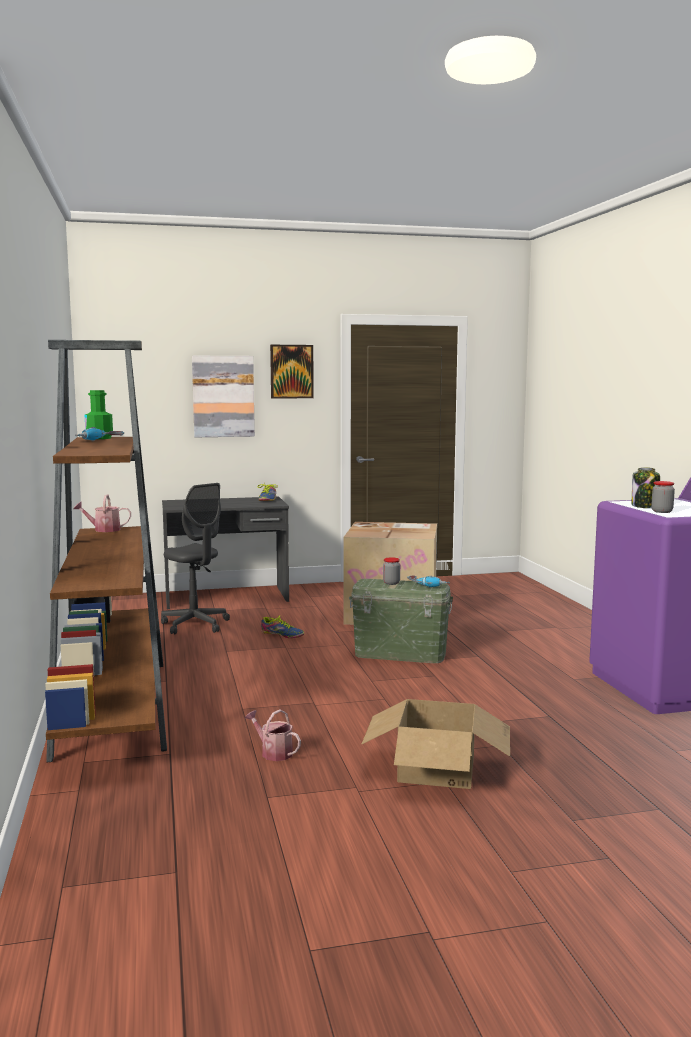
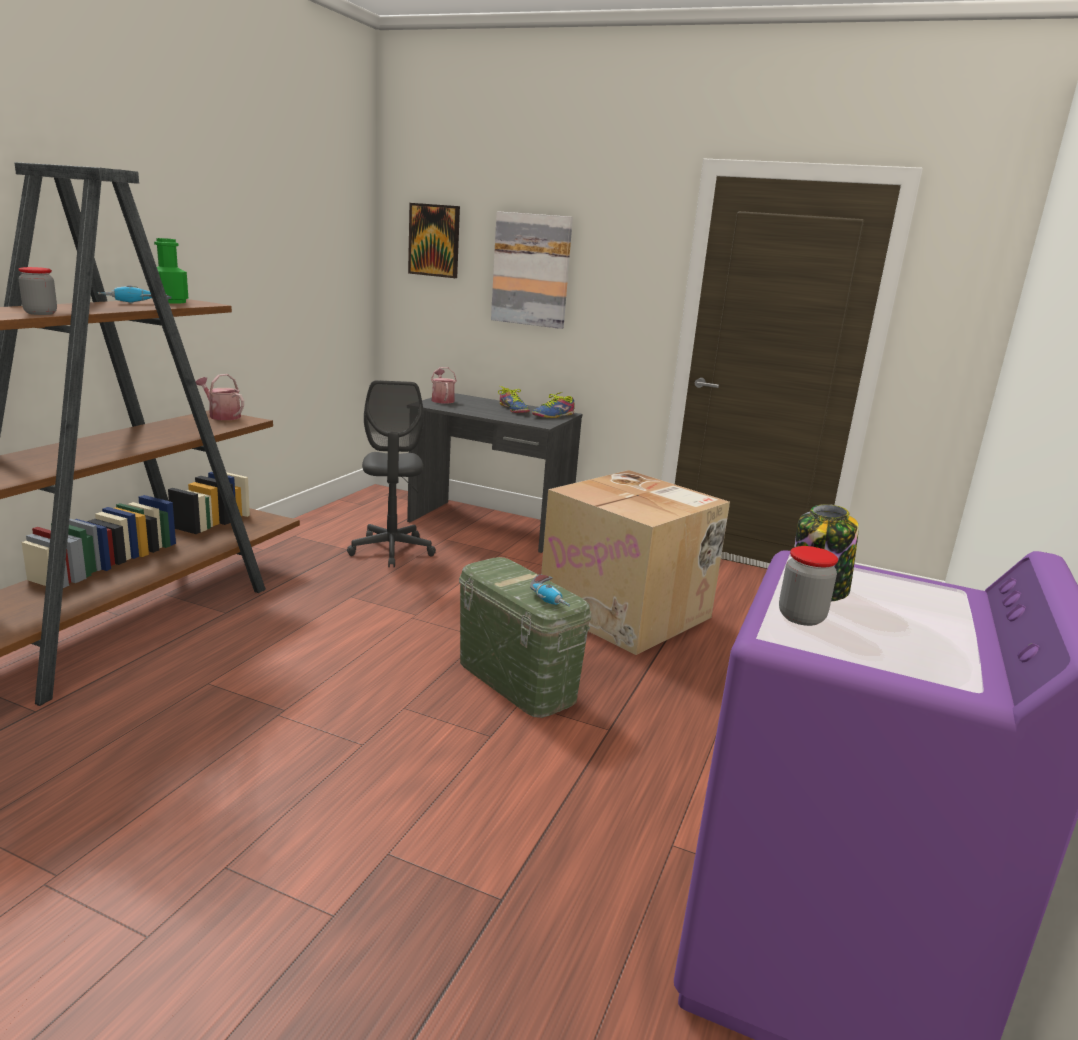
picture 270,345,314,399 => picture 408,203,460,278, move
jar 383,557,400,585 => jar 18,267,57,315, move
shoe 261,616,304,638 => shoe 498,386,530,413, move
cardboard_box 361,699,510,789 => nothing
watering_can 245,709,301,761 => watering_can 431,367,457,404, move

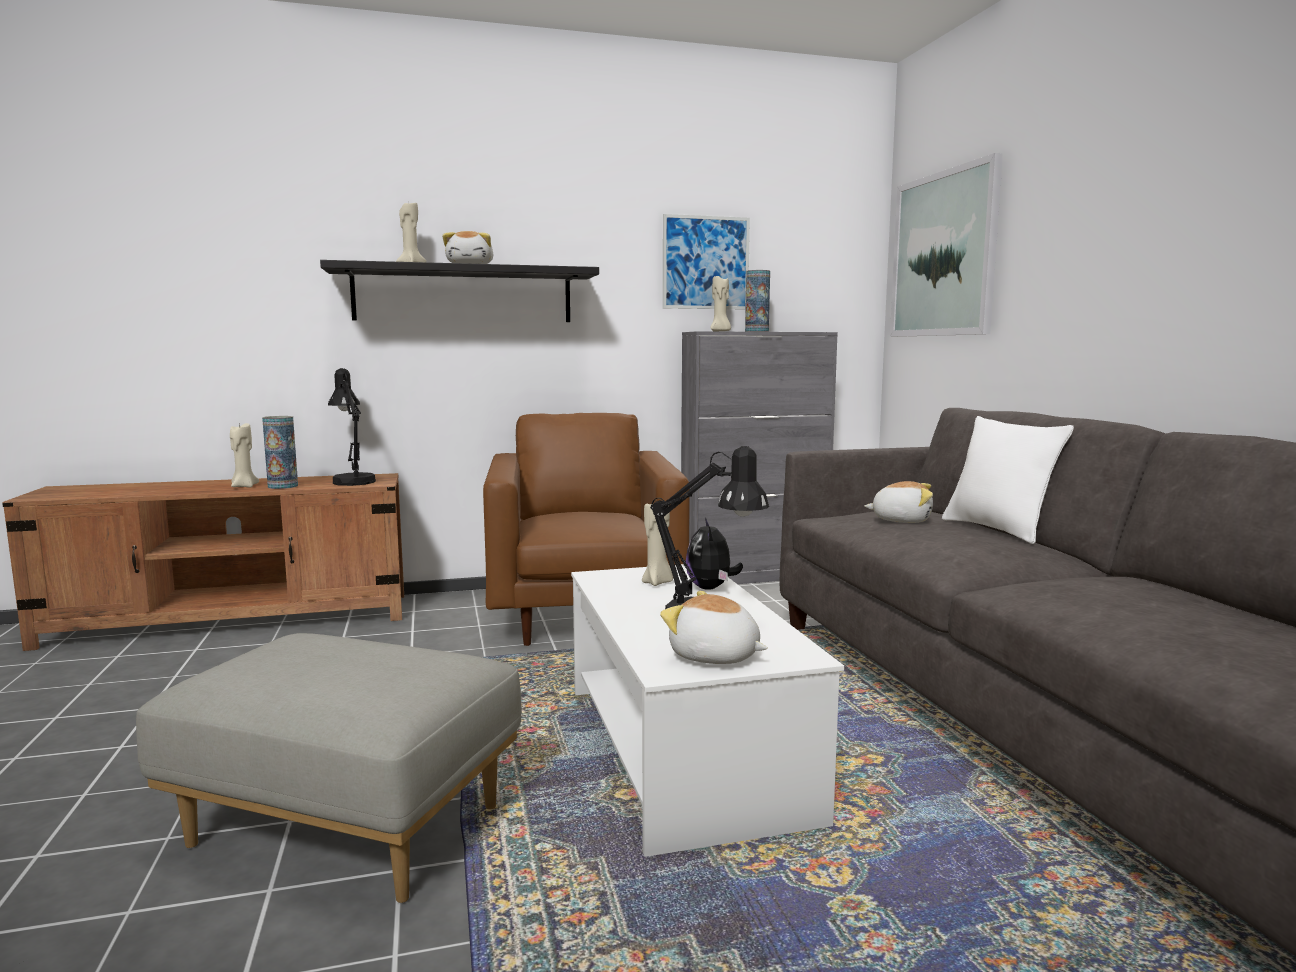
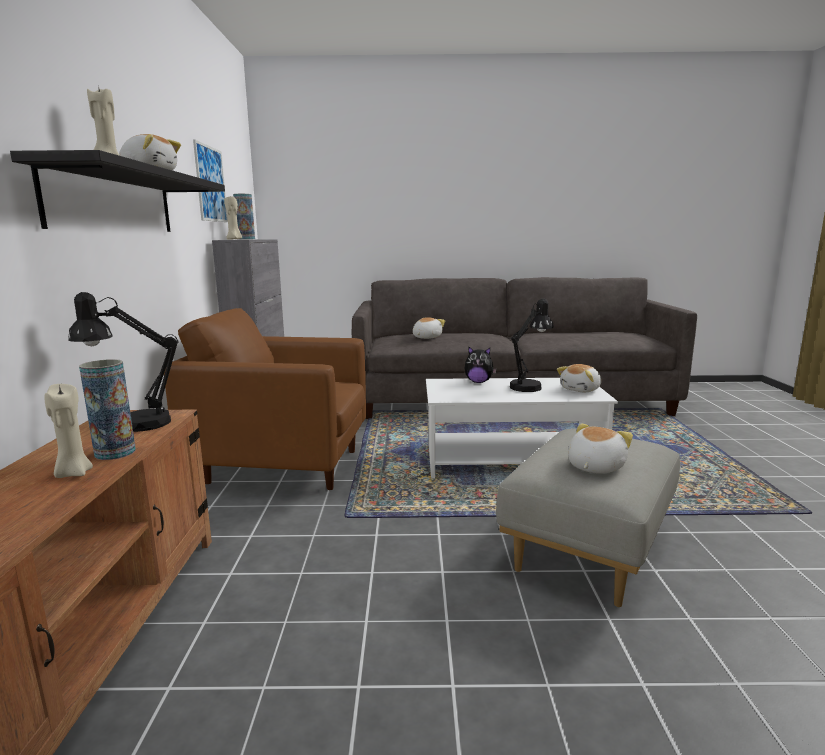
picture 890,153,1003,337 => nothing
white_pillow 942,416,1074,544 => nothing
beige_candle 642,504,673,586 => nothing
nothing => plush_toy 568,424,633,474

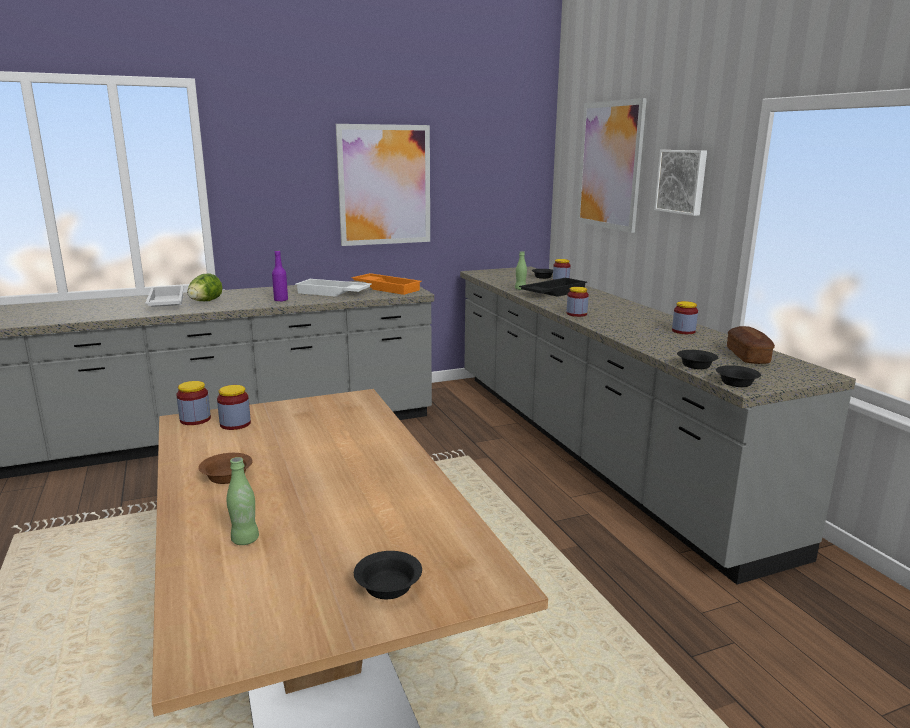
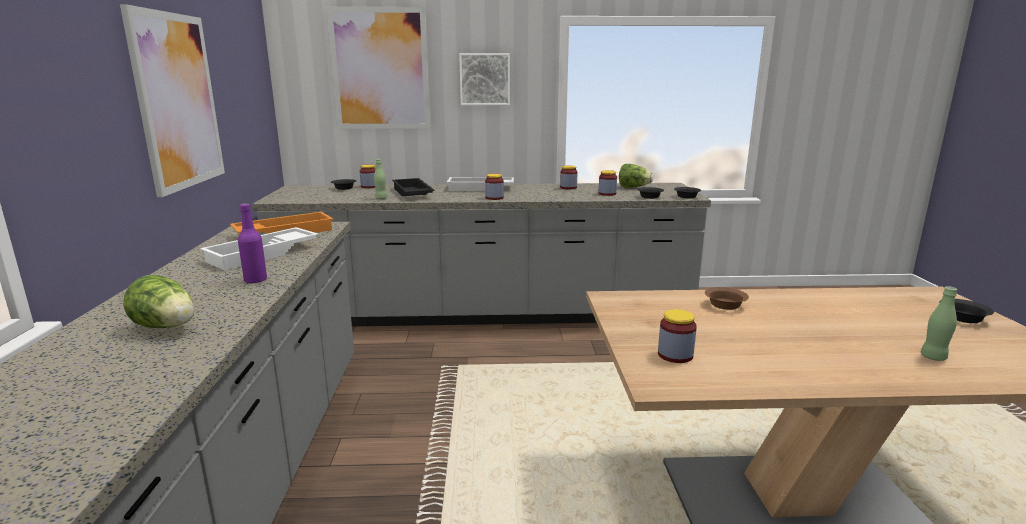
white_tray 145,285,184,307 => white_tray 447,177,514,191, move
bread 727,326,775,364 => lettuce 619,164,653,188
jar 176,381,211,425 => jar 598,170,617,196, move
brown_bowl 198,453,253,484 => brown_bowl 705,287,749,310, move

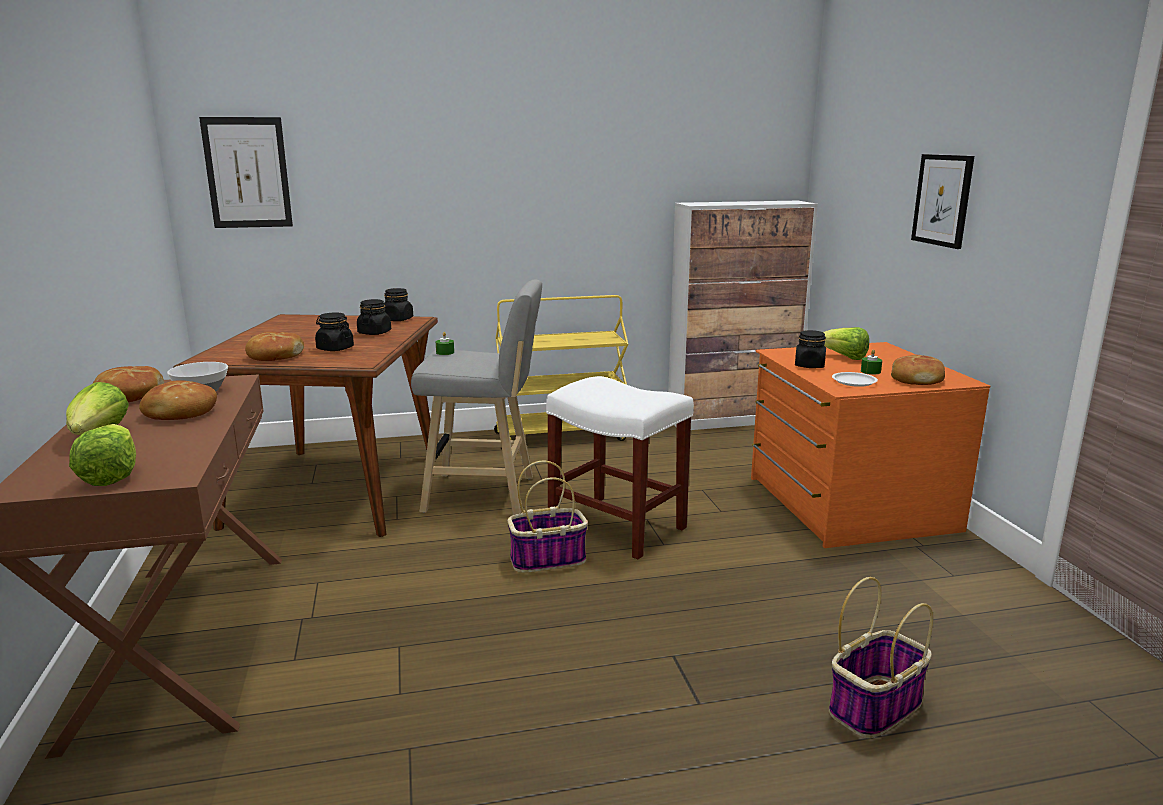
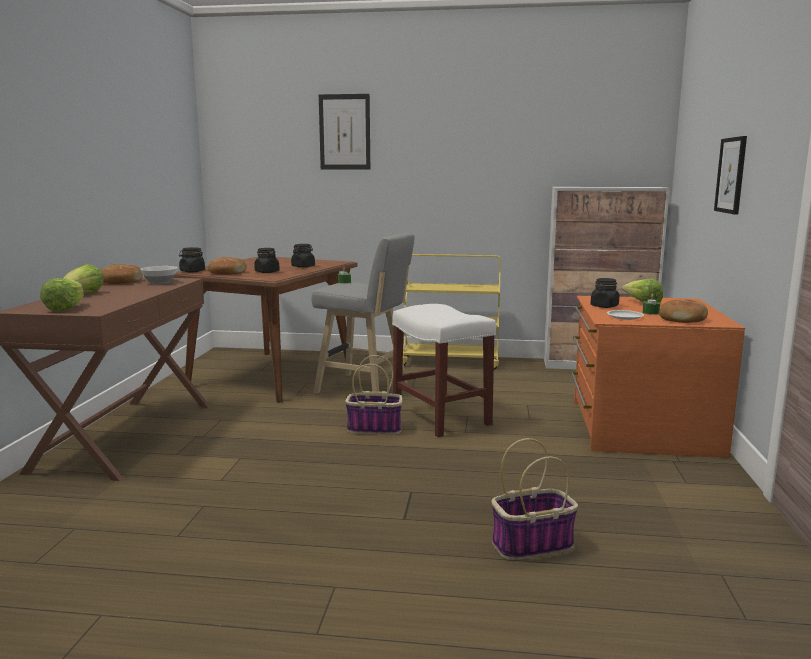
picture 199,117,293,228 => picture 319,94,370,169, move
black_jar 384,288,413,321 => black_jar 179,247,205,272, move
bread 139,381,217,420 => nothing

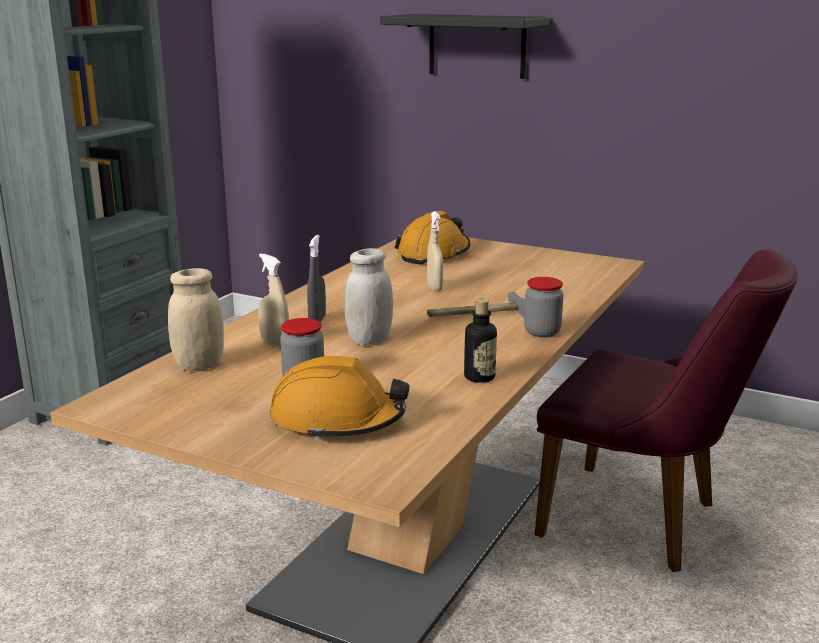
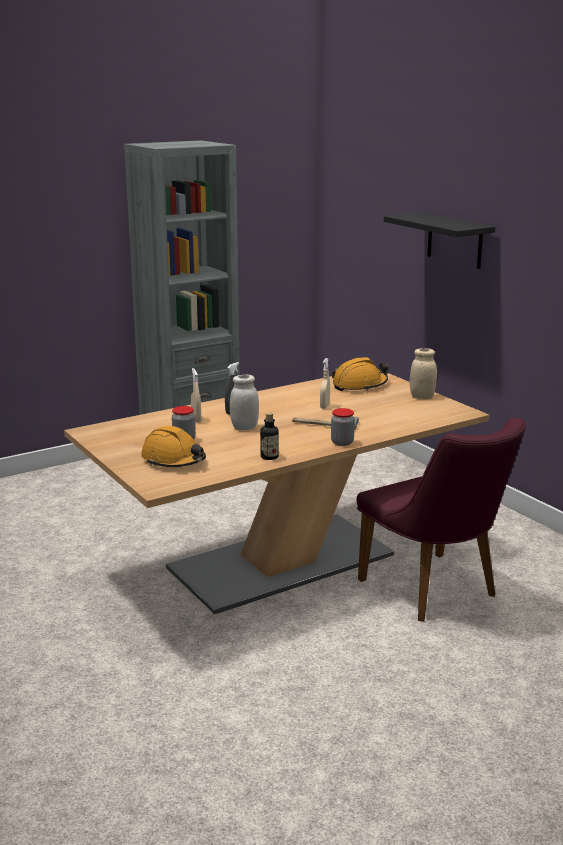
beige_jar 168,268,224,371 => beige_jar 410,348,437,399, move

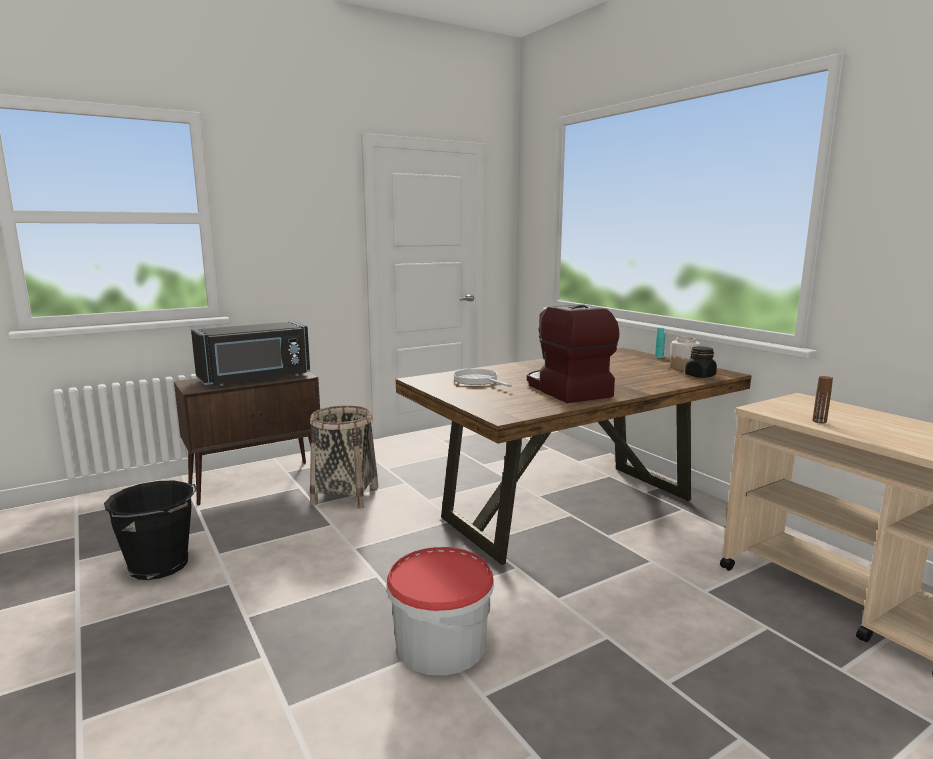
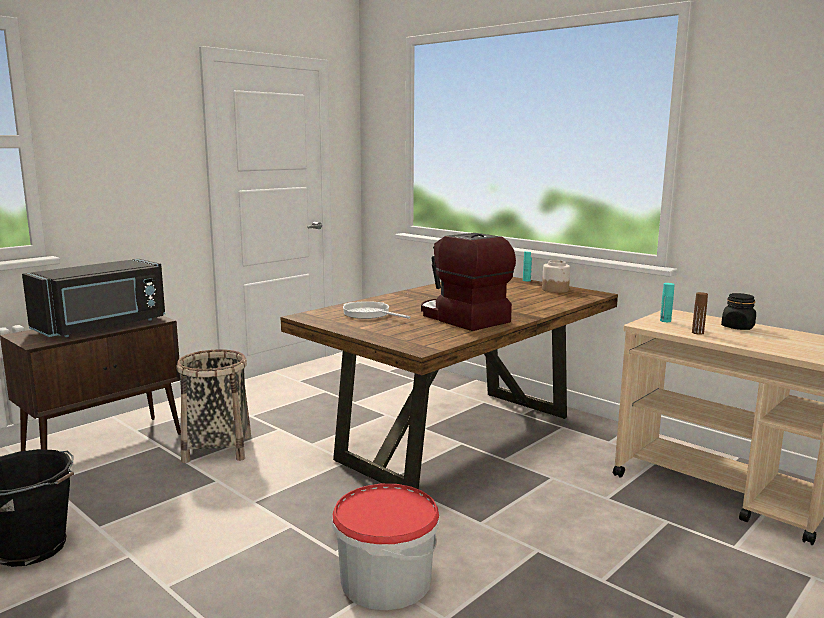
black_jar 685,346,717,378 => black_jar 721,293,756,330, move
nothing => turquoise_bottle 660,283,675,322

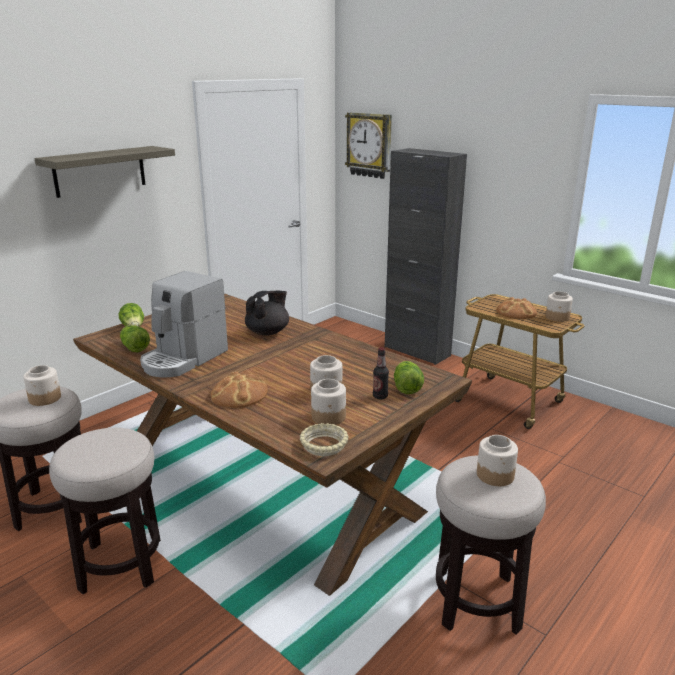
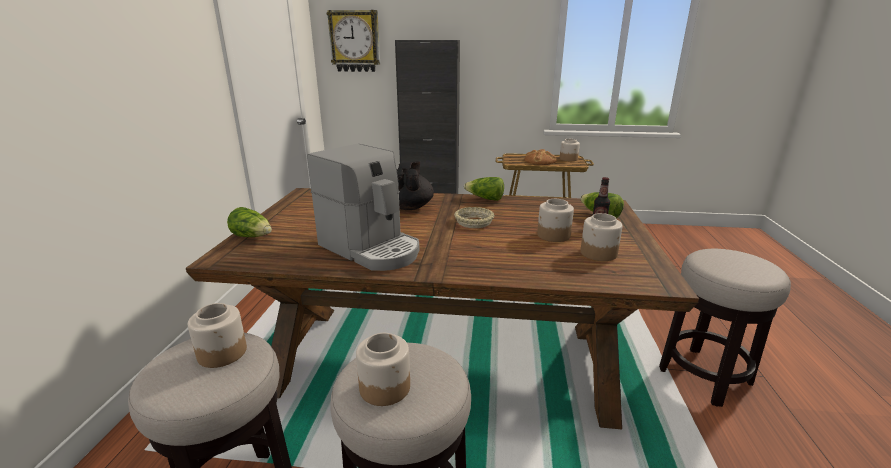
shelf 34,146,175,198 => nothing
coffee_machine 140,271,228,378 => coffee_machine 307,144,419,271, 45 degrees counterclockwise
lettuce 120,325,150,352 => lettuce 464,177,504,201, move
bread 211,371,268,408 => nothing
beige_bowl 300,423,349,456 => beige_bowl 454,207,495,228, move
jar 477,435,518,486 => jar 356,333,410,406, move

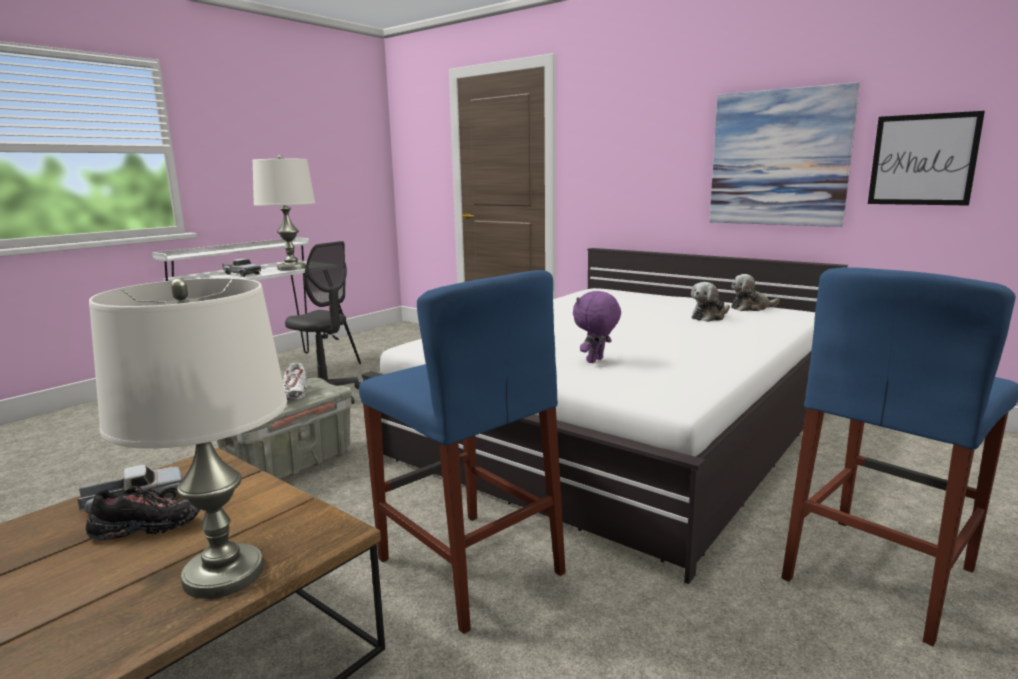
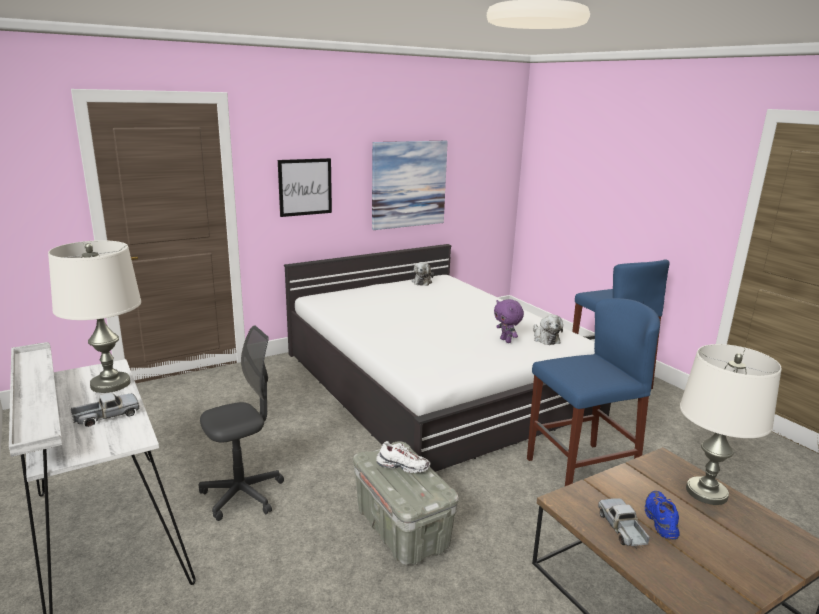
picture 868,111,985,206 => picture 278,158,332,217, move
plush_toy 691,282,730,322 => plush_toy 533,315,563,345, move
black_shoe 86,486,201,540 => blue_shoe 645,491,680,540

